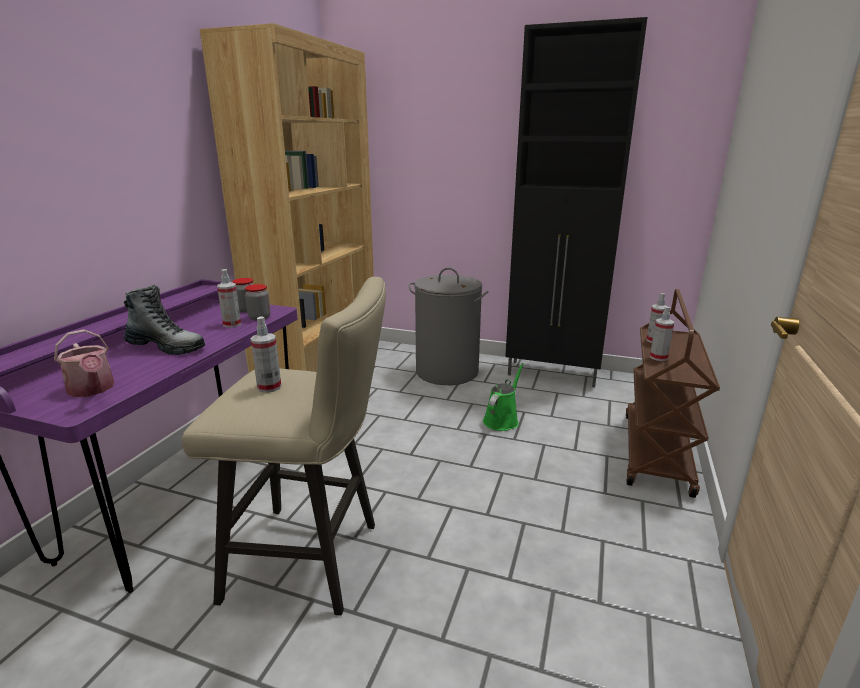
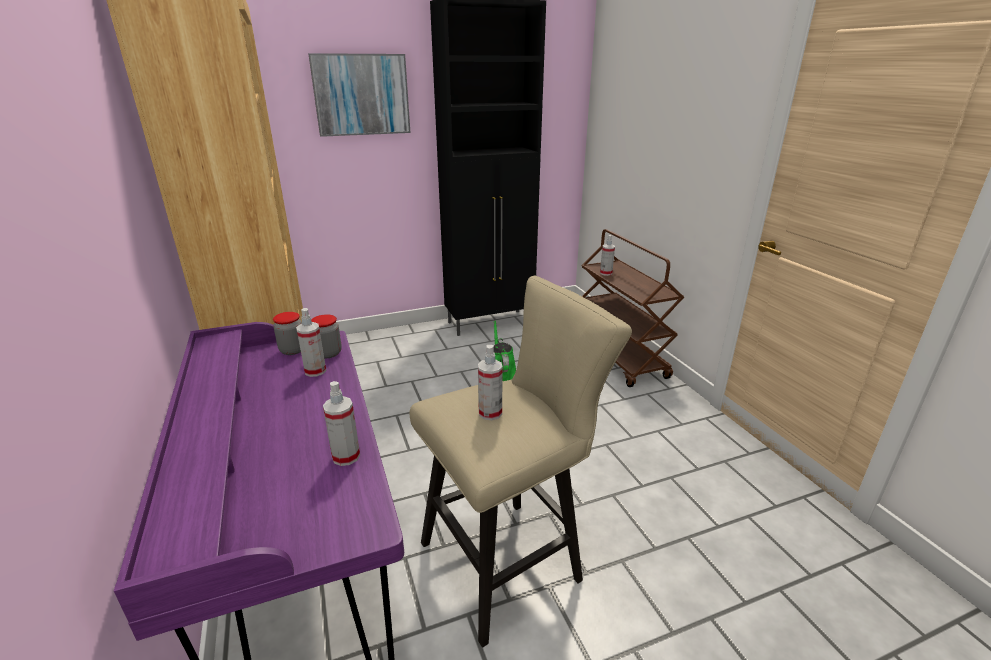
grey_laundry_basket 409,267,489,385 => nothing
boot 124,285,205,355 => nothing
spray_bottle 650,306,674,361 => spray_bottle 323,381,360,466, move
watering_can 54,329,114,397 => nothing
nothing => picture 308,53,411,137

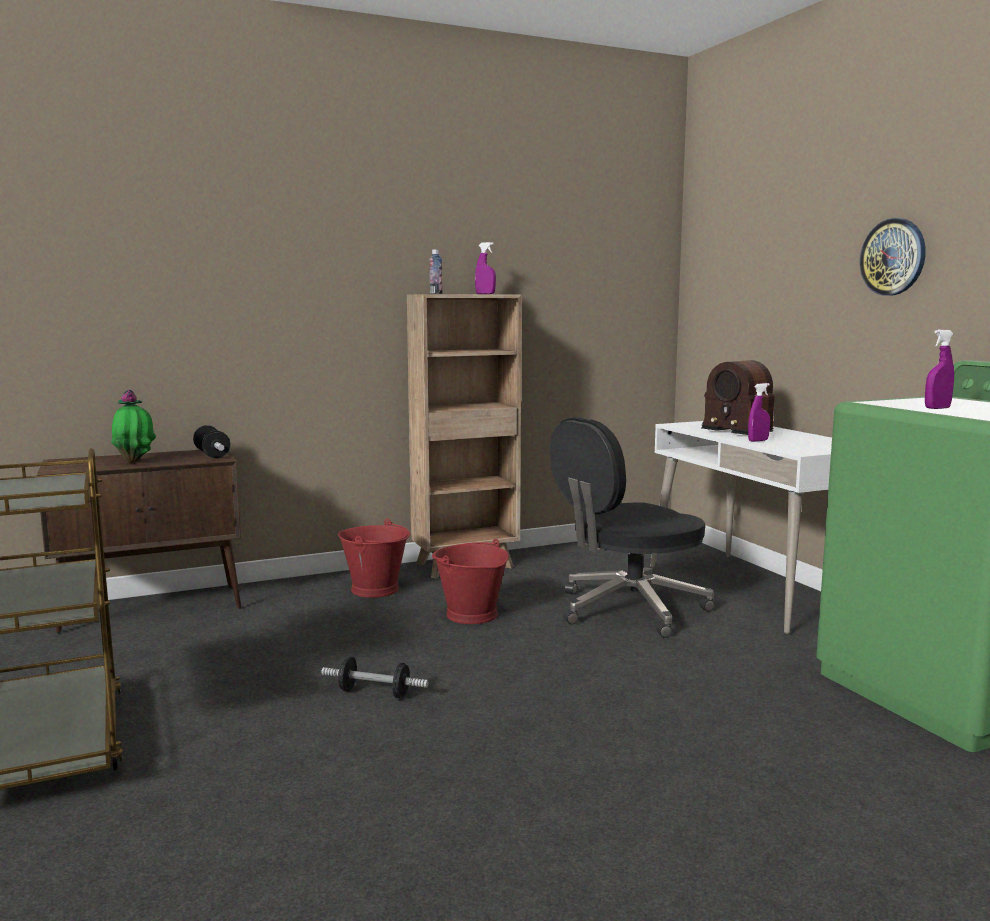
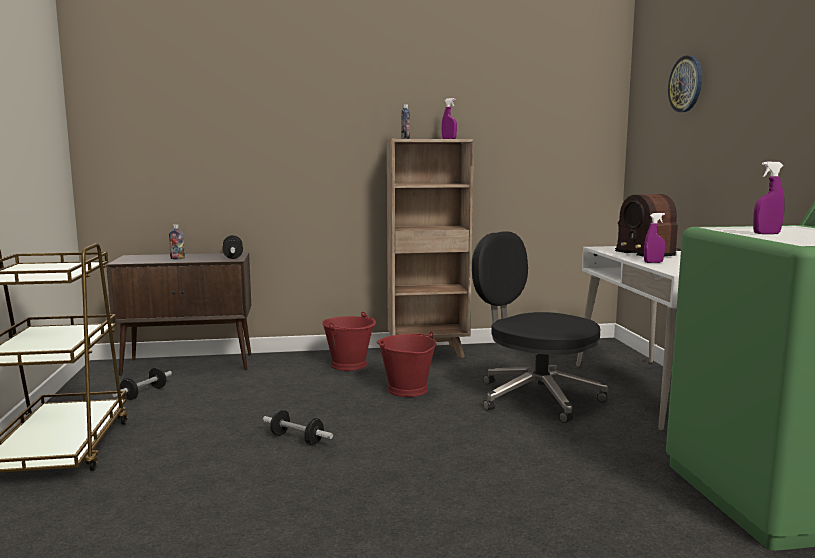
wall_clock 860,218,926,295 => wall_clock 668,55,702,112, move
potted_plant 111,390,156,463 => bottle 169,224,185,259
black_office_chair 550,417,715,638 => black_office_chair 472,231,608,423, 60 degrees clockwise
nothing => dumbbell 112,368,172,400

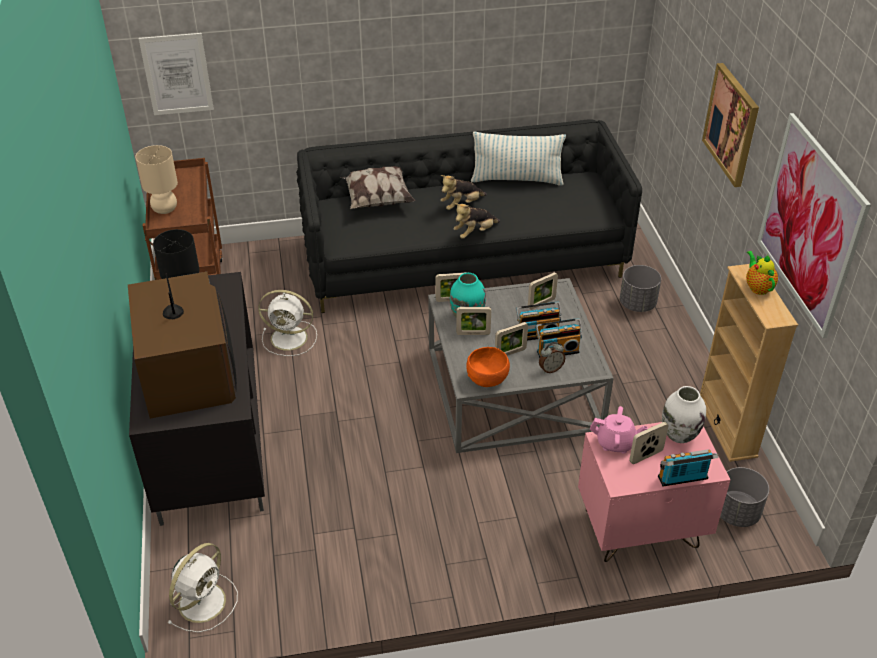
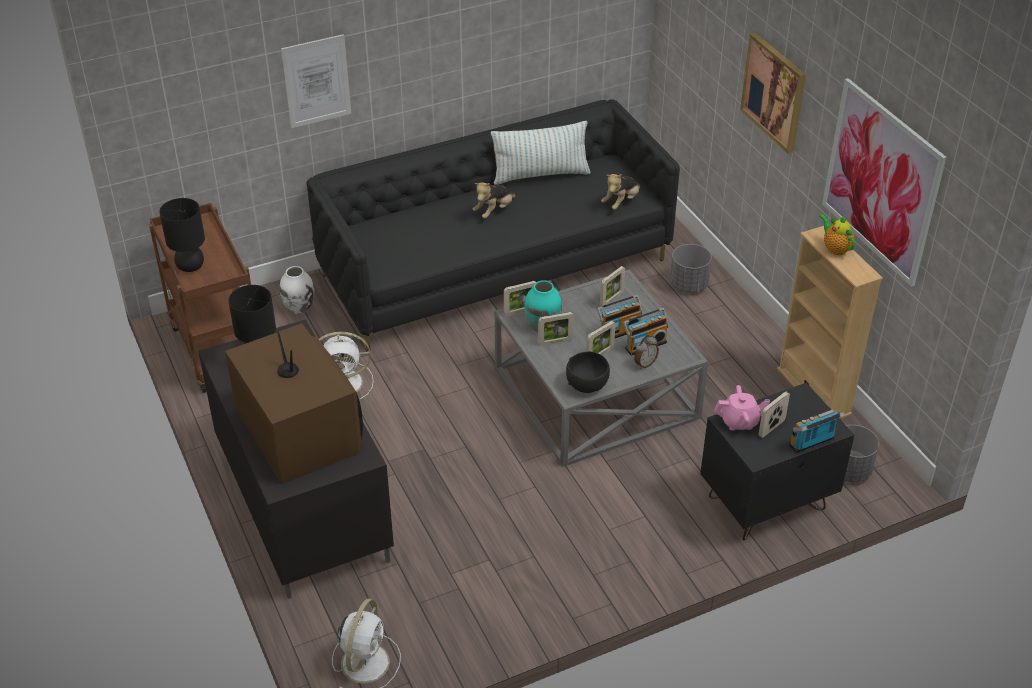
picture 139,33,214,115 => picture 281,34,351,128, move
beige_table_lamp 135,145,178,214 => black_table_lamp 159,198,205,272
pillow 341,166,415,209 => nothing
plush_toy 453,203,500,239 => plush_toy 601,174,641,210, move
orange_bowl 466,347,510,387 => black_bowl 566,351,610,393
white_vase 662,386,706,443 => white_vase 280,266,314,314, move
pink_nightstand 578,422,730,562 => black_nightstand 700,383,854,541

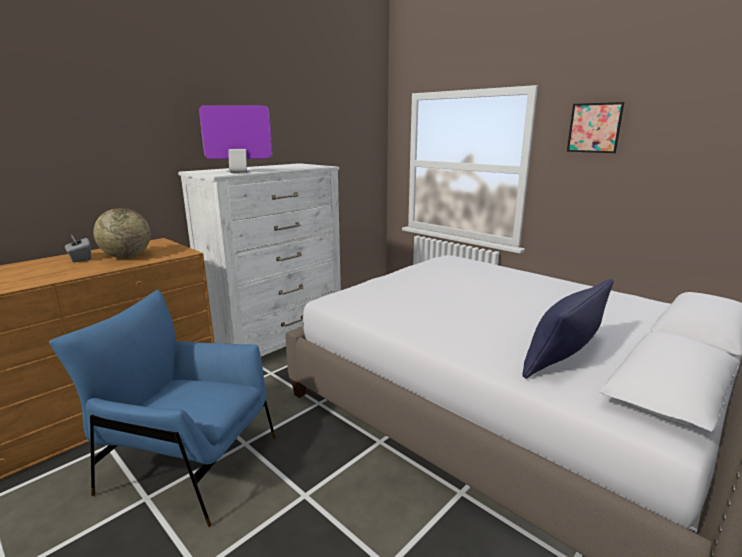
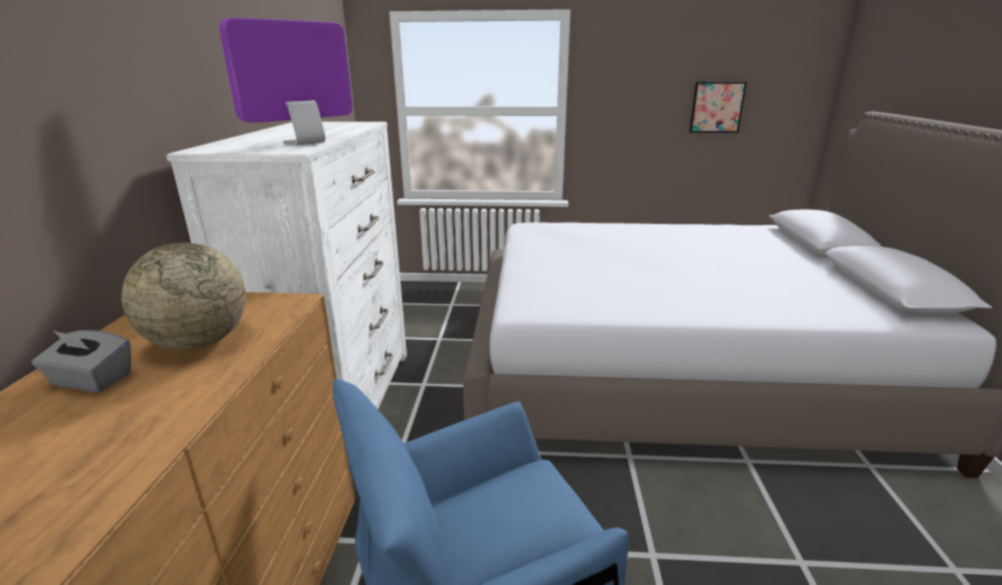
picture 567,102,625,153 => picture 689,82,747,133, move
blue_pillow 522,278,613,379 => nothing

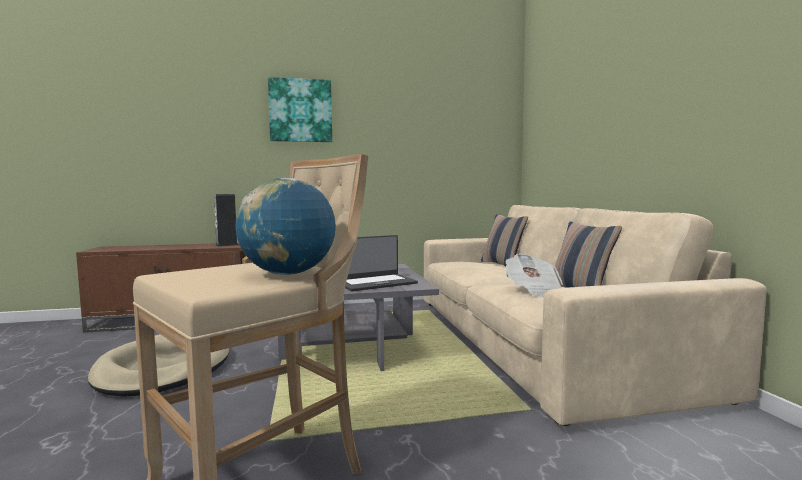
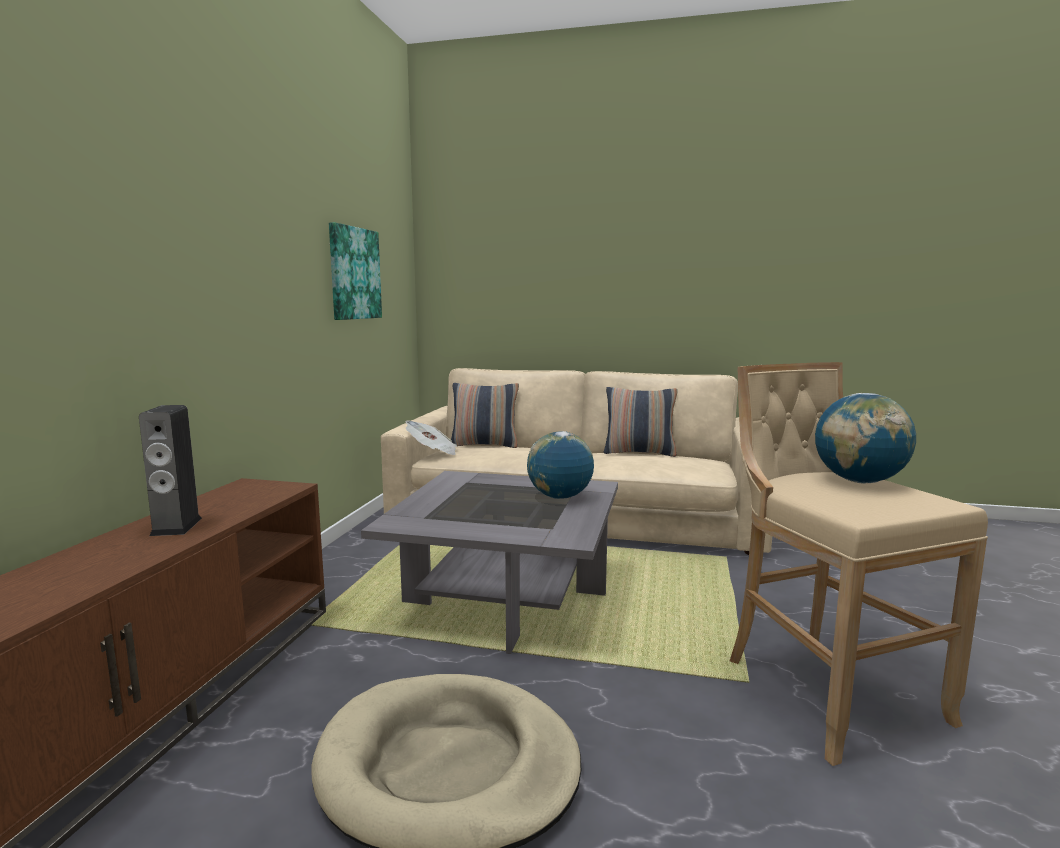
picture 268,77,332,142 => picture 329,222,382,320, move
laptop 345,235,418,291 => globe 527,431,594,499
newspaper 505,254,563,298 => newspaper 406,420,457,455, move

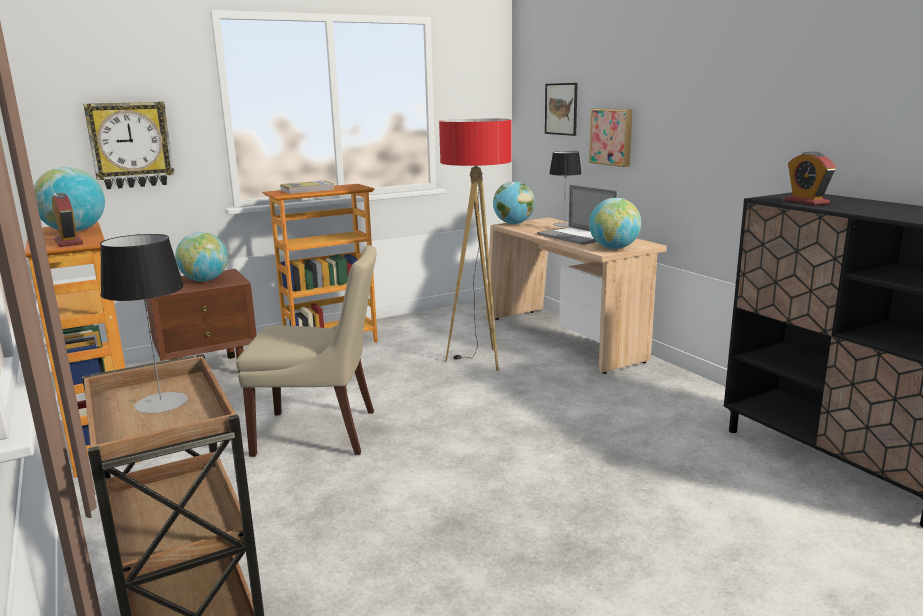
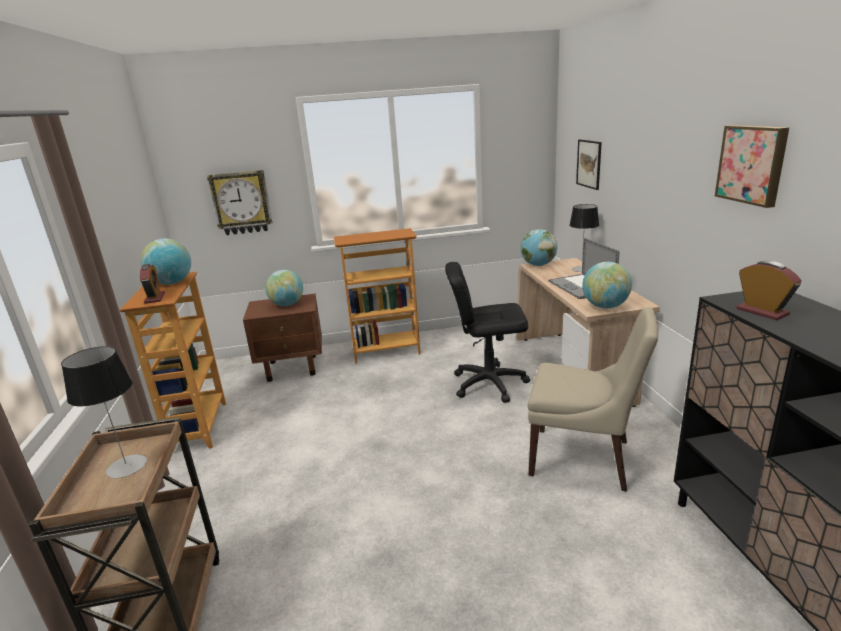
picture 589,109,633,167 => picture 715,125,789,208, move
floor_lamp 439,119,512,371 => black_office_chair 445,262,530,403
alarm_clock 785,151,836,205 => alarm_clock 736,261,802,320, 150 degrees clockwise
book 280,181,335,194 => nothing
beige_chair 236,245,377,457 => beige_chair 528,307,658,492, move

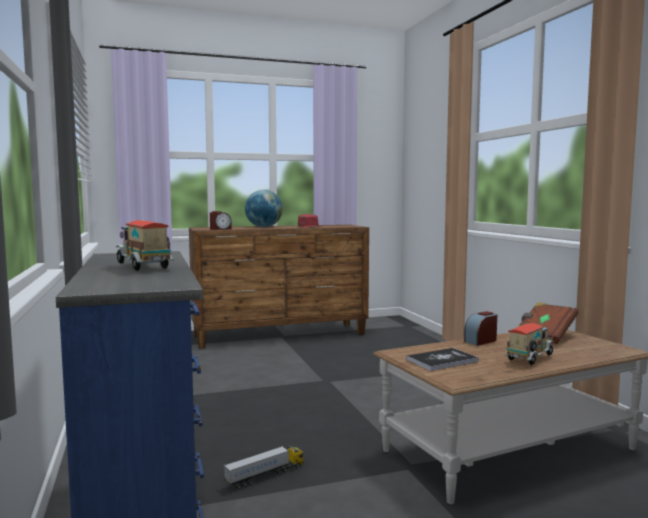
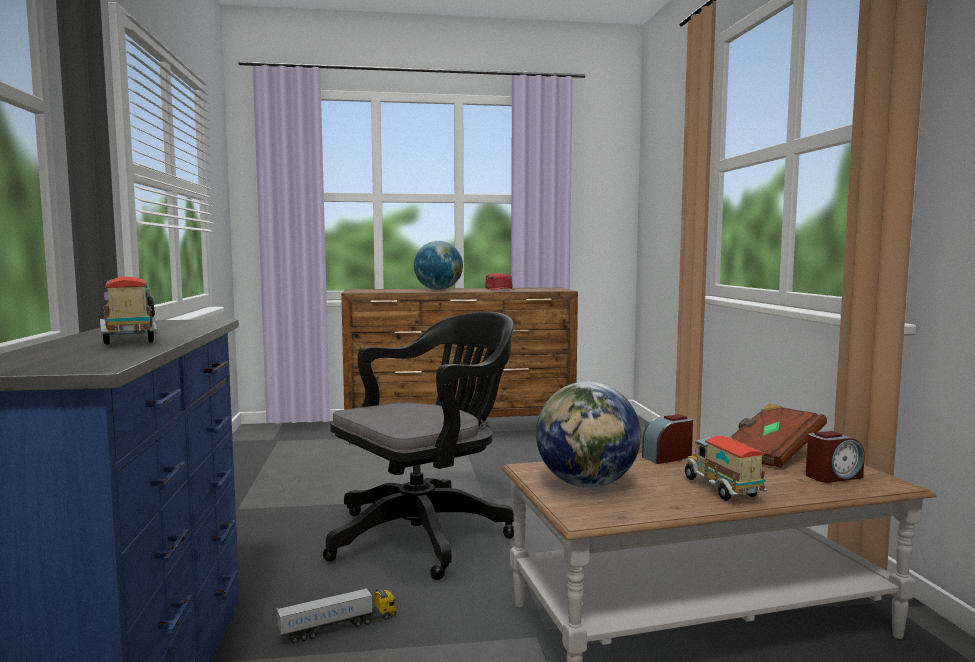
alarm_clock 210,211,232,230 => alarm_clock 806,431,865,483, move
toy_truck 504,323,555,365 => toy_truck 682,436,768,501, 75 degrees counterclockwise
book 406,348,479,371 => globe 536,381,641,488
nothing => black_office_chair 323,312,514,580

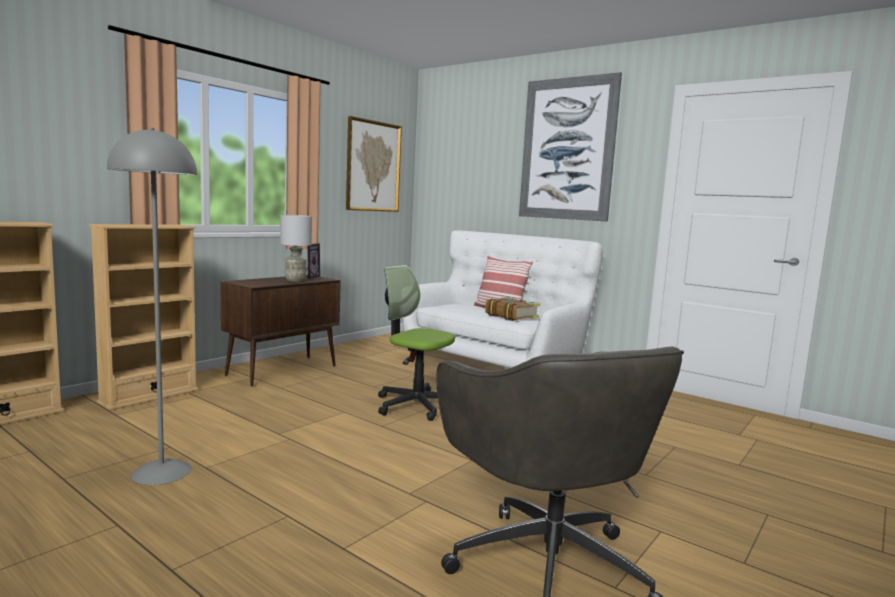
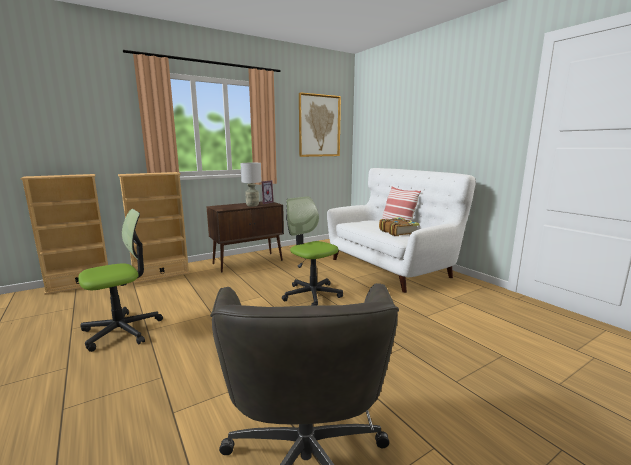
picture 519,72,622,222 => nothing
grey_floor_lamp 107,128,197,485 => office_chair 78,209,163,352

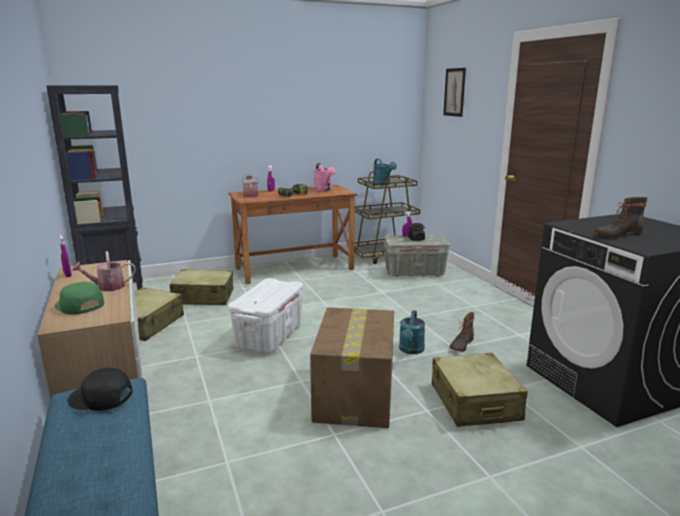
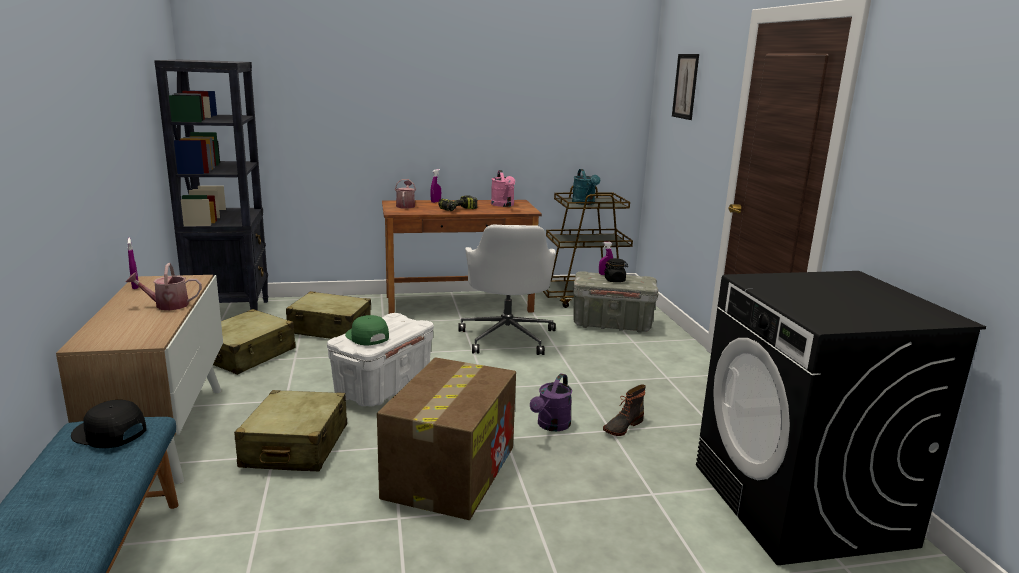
boot 595,197,647,239 => nothing
green_cap 54,282,104,315 => green_cap 345,315,389,346, move
turquoise_watering_can 399,310,425,354 => purple_watering_can 530,373,572,431
beige_suitcase 432,353,528,427 => beige_suitcase 234,390,347,471, move
nothing => white_office_chair 458,225,556,355

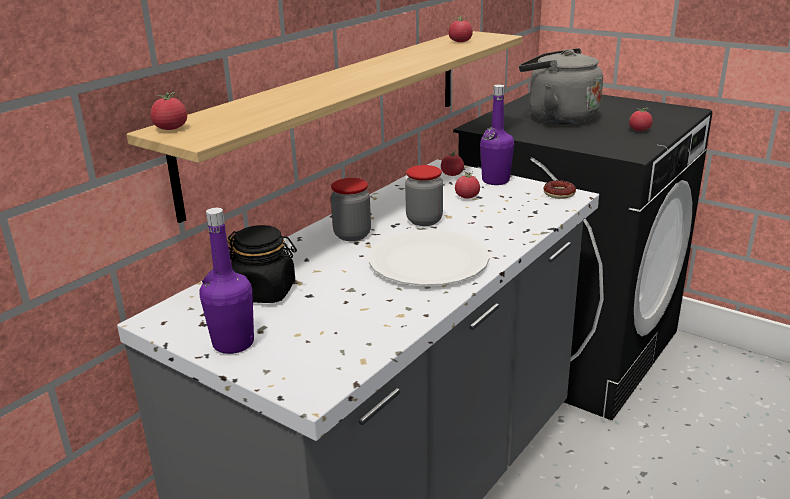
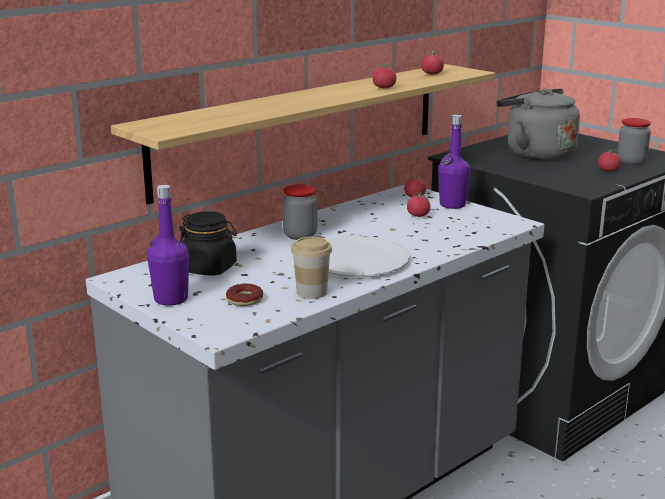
tomato 150,92,187,130 => tomato 373,63,397,88, move
jar 405,165,443,226 => jar 617,118,651,165, move
donut 544,180,576,199 => donut 226,283,263,306, move
nothing => cup 291,236,332,299

